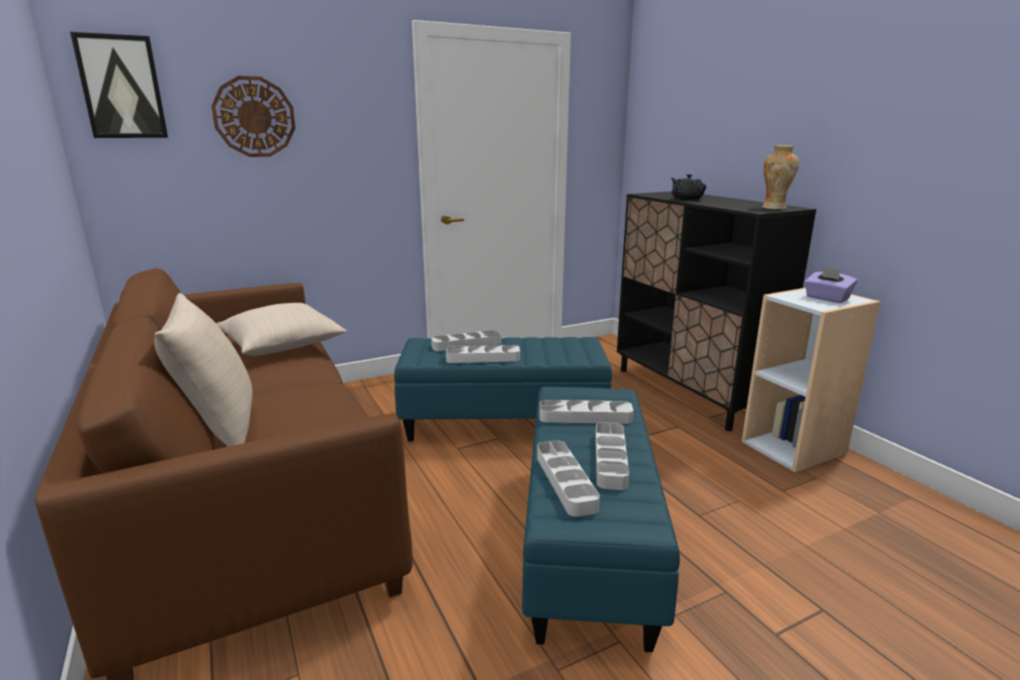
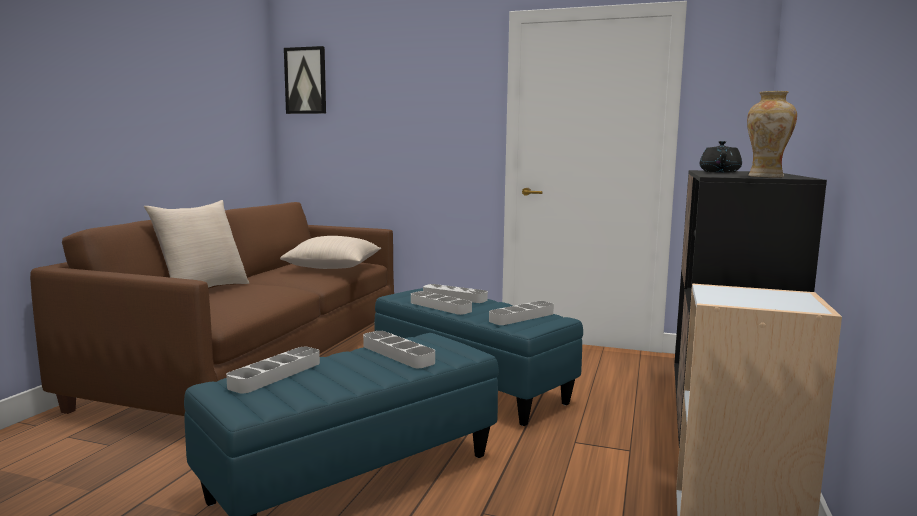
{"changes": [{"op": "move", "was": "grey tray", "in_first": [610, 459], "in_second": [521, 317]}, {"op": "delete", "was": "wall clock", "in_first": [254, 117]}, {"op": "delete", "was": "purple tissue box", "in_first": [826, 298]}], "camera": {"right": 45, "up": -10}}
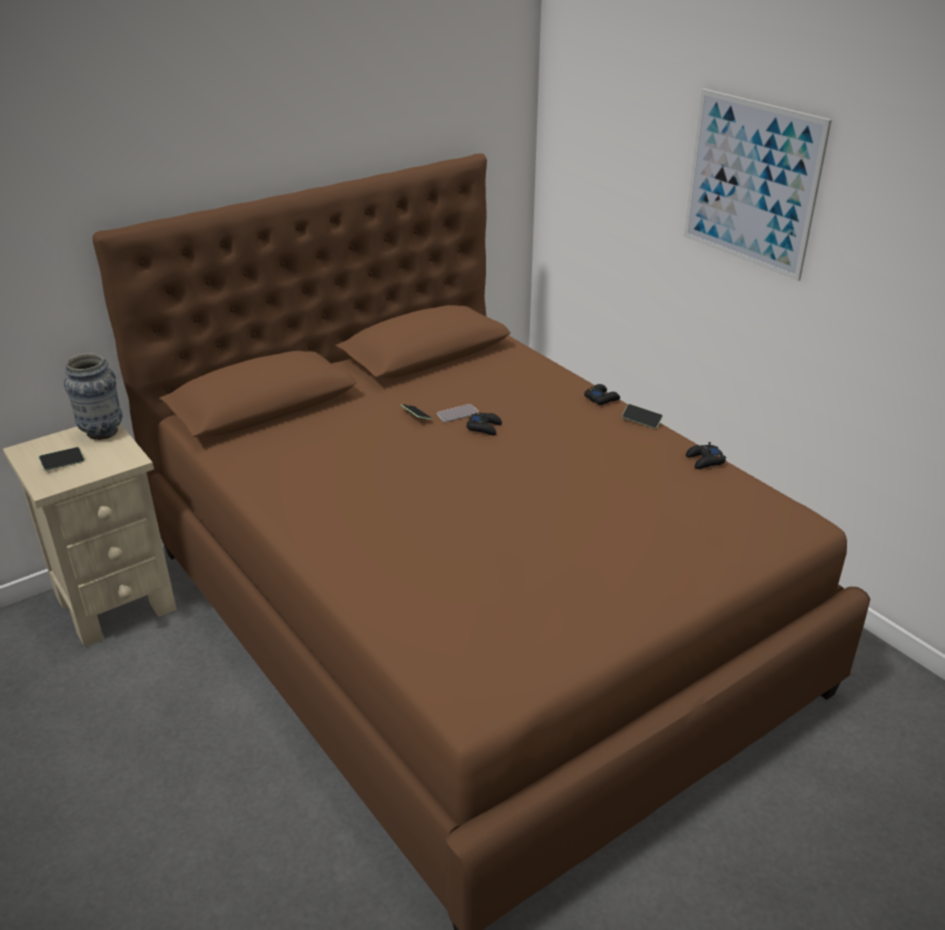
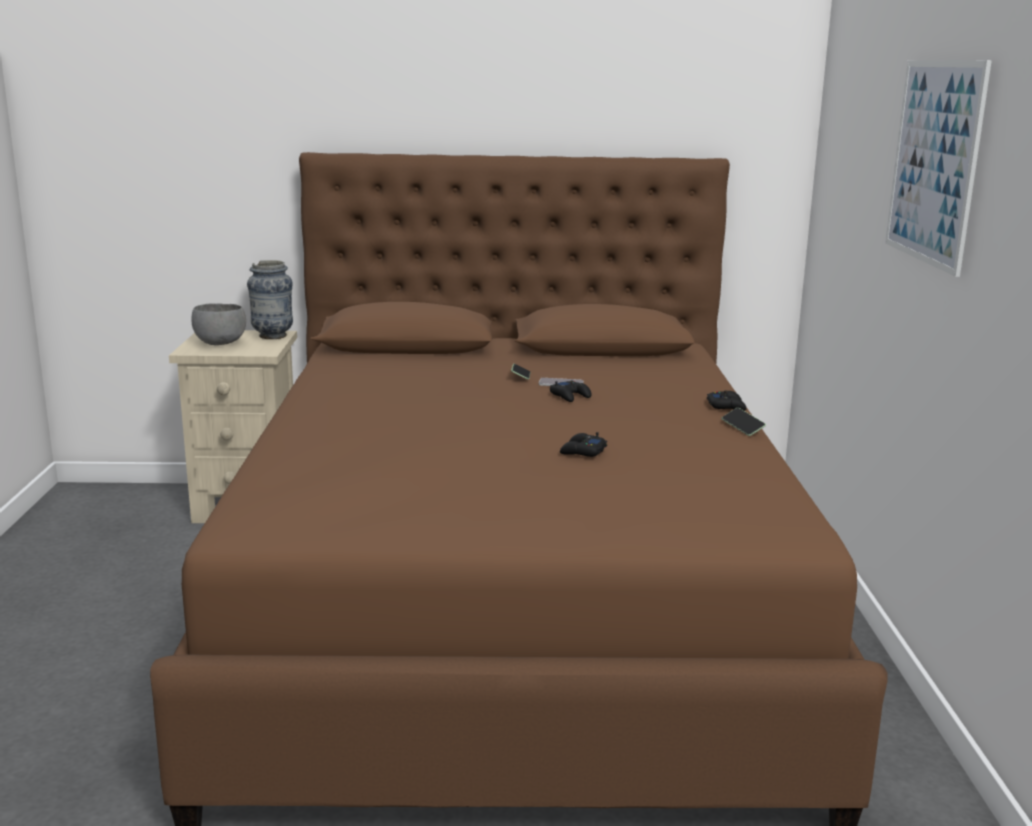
{"changes": [{"op": "replace", "was": "phone", "now": "grey bowl", "in_first": [63, 463], "in_second": [219, 343]}, {"op": "move", "was": "black game controller", "in_first": [704, 461], "in_second": [582, 452]}], "camera": {"right": 35, "up": -15}}
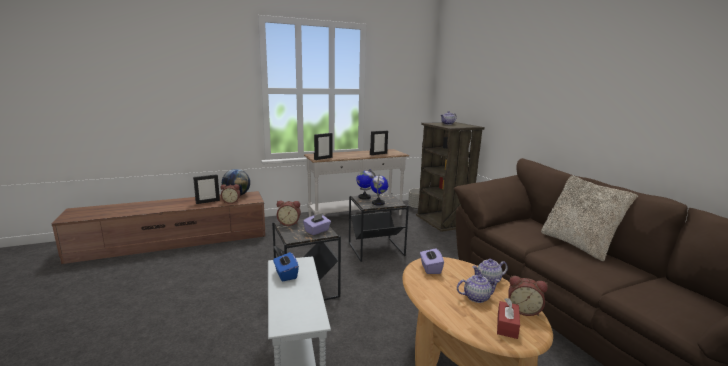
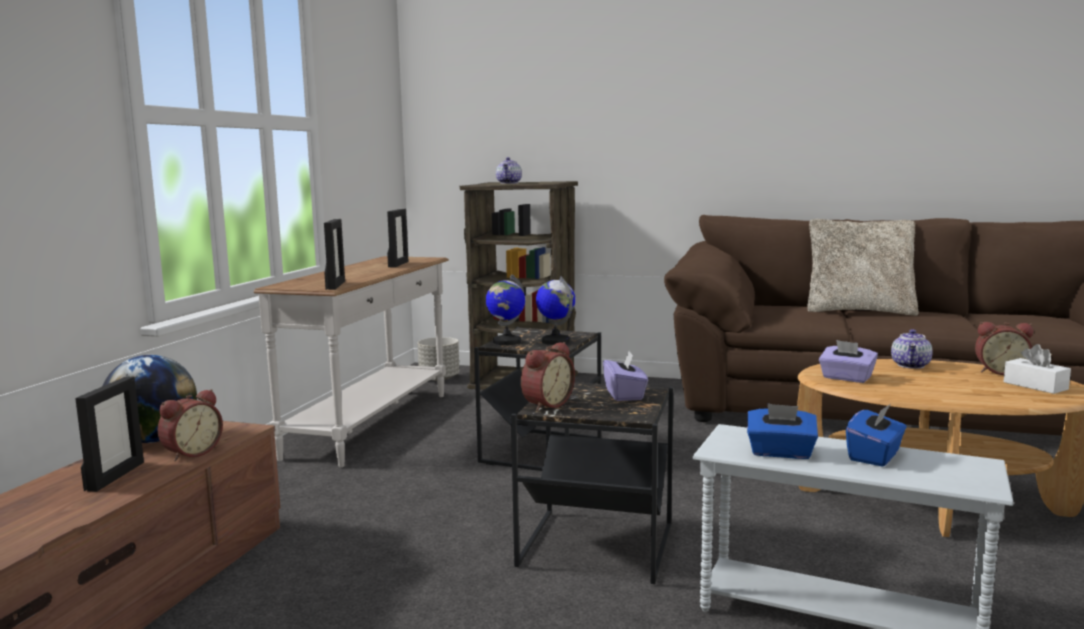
{"changes": [{"op": "insert", "now": "blue tissue box", "in_second": [875, 456]}, {"op": "rotate", "was": "alarm clock", "in_first": [523, 310], "in_second": [1000, 372], "clockwise": 45}, {"op": "recolor", "was": "red tissue box", "now": "white tissue box", "in_first": [507, 325], "in_second": [1035, 386]}, {"op": "delete", "was": "teapot", "in_first": [476, 297]}], "camera": {"right": -50, "up": -5}}
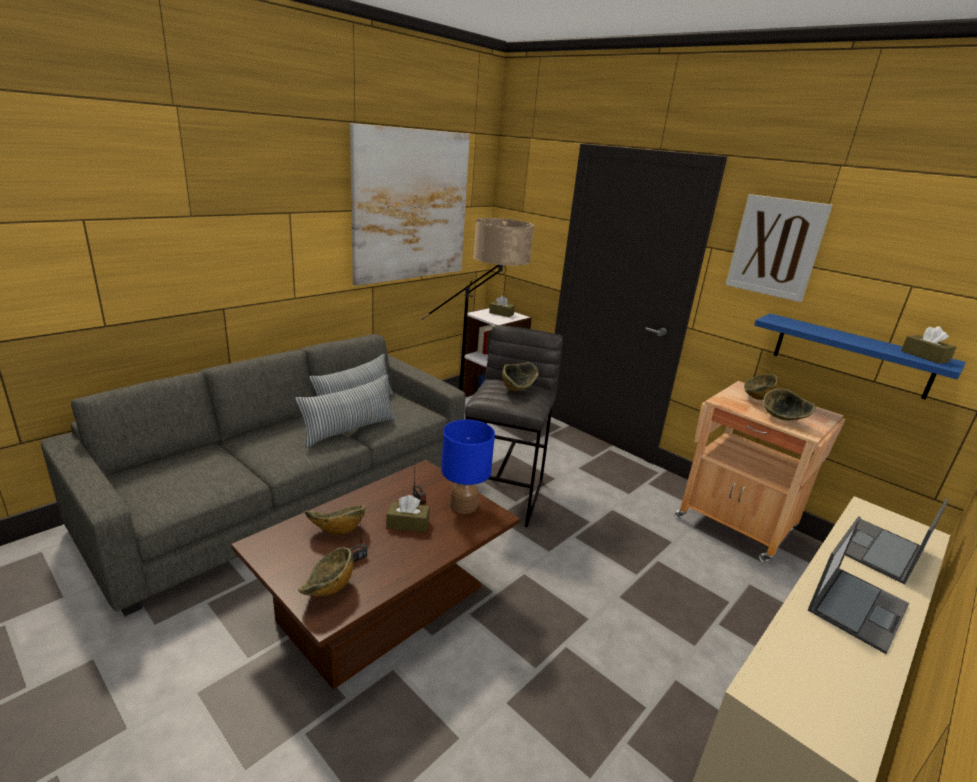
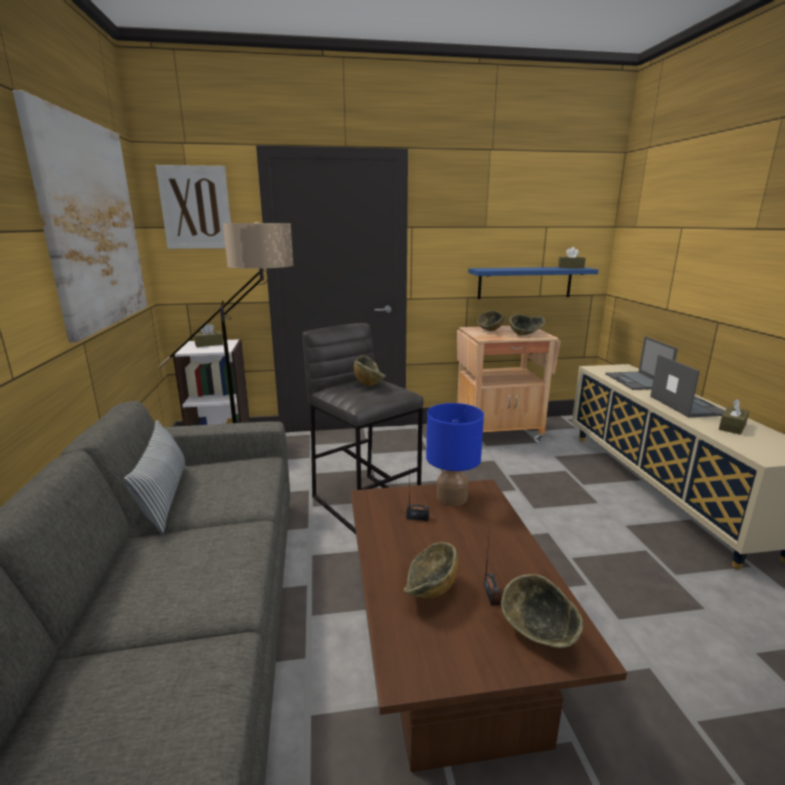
{"changes": [{"op": "move", "was": "picture", "in_first": [775, 247], "in_second": [196, 208]}, {"op": "move", "was": "brown tissue box", "in_first": [408, 524], "in_second": [732, 427]}, {"op": "delete", "was": "pillow", "in_first": [349, 429]}], "camera": {"right": -50, "up": -5}}
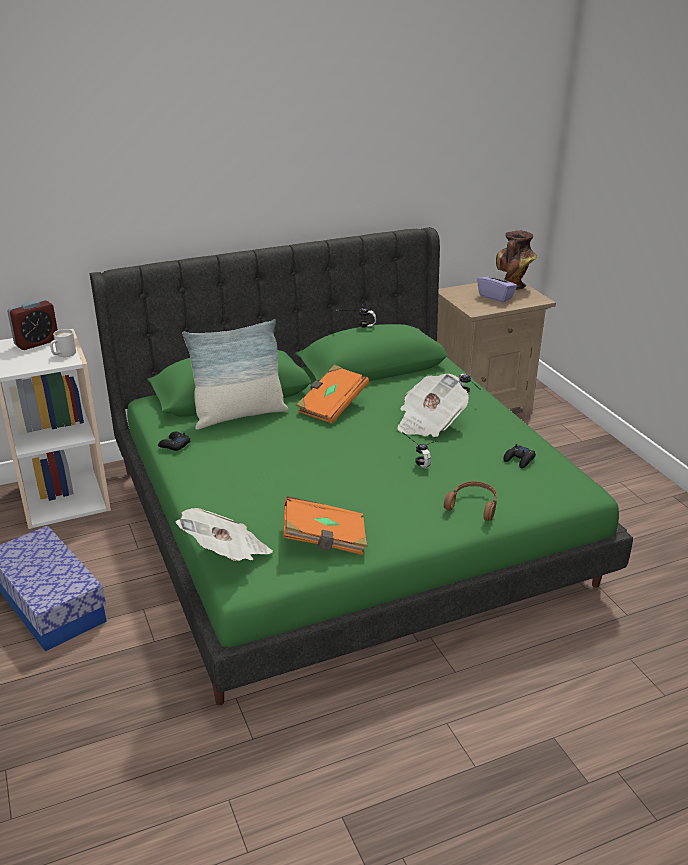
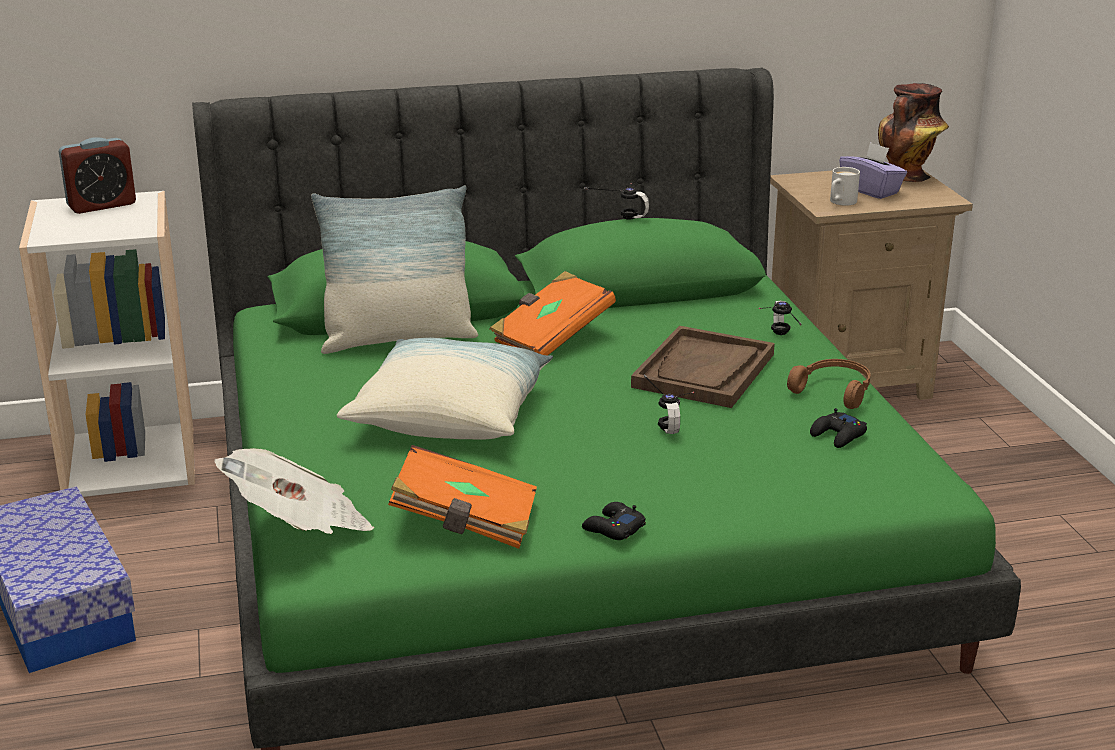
{"changes": [{"op": "insert", "now": "pillow", "in_second": [450, 415]}, {"op": "move", "was": "black game controller", "in_first": [174, 445], "in_second": [613, 528]}, {"op": "replace", "was": "newspaper", "now": "brown tray", "in_first": [429, 422], "in_second": [704, 371]}, {"op": "move", "was": "brown headphones", "in_first": [473, 505], "in_second": [834, 391]}, {"op": "move", "was": "white mug", "in_first": [63, 354], "in_second": [840, 202]}], "camera": {"right": 10, "up": -5}}
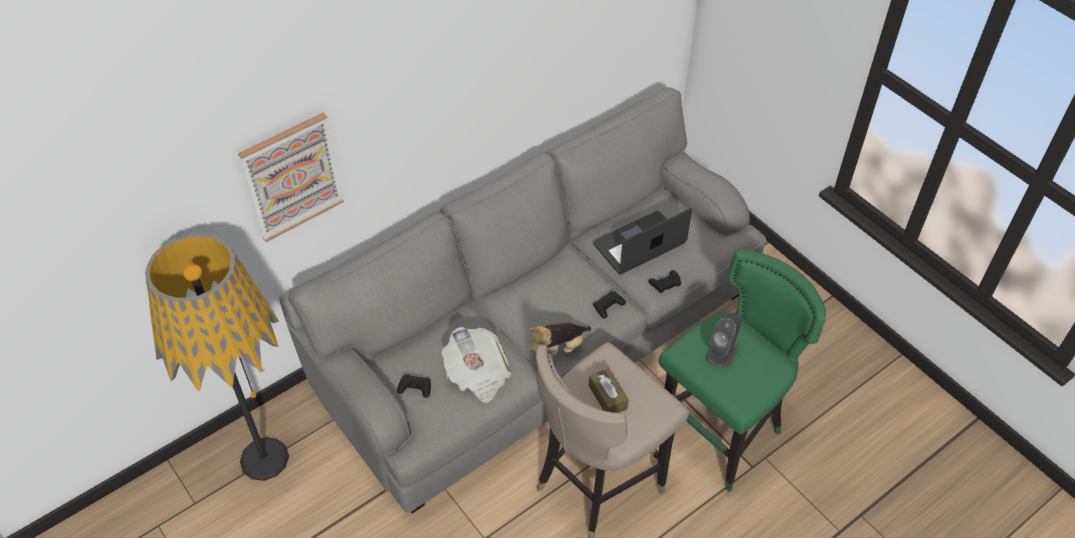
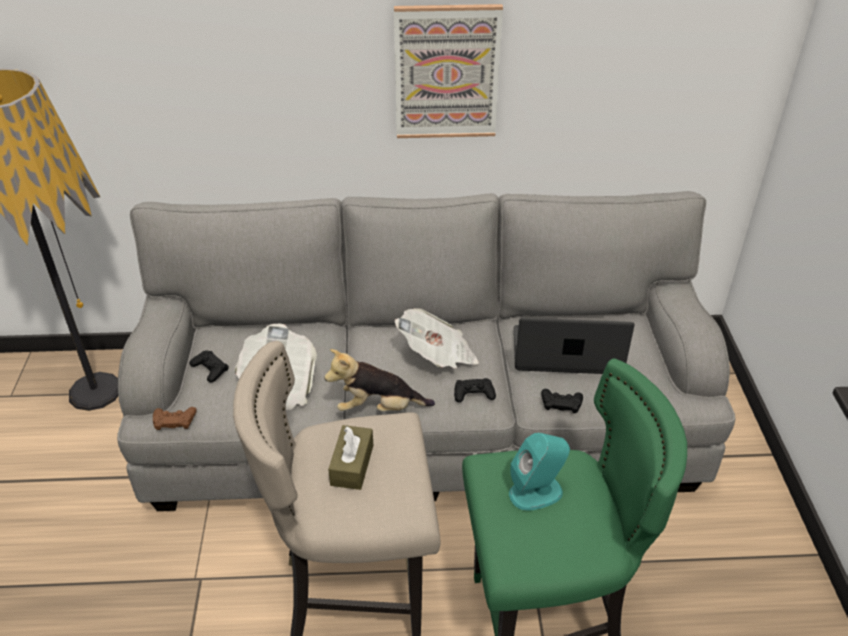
{"changes": [{"op": "insert", "now": "brown game controller", "in_second": [174, 420]}, {"op": "move", "was": "picture", "in_first": [292, 177], "in_second": [446, 72]}, {"op": "insert", "now": "newspaper", "in_second": [437, 356]}, {"op": "recolor", "was": "grey speaker", "now": "turquoise speaker", "in_first": [722, 352], "in_second": [536, 492]}], "camera": {"right": 35, "up": -10}}
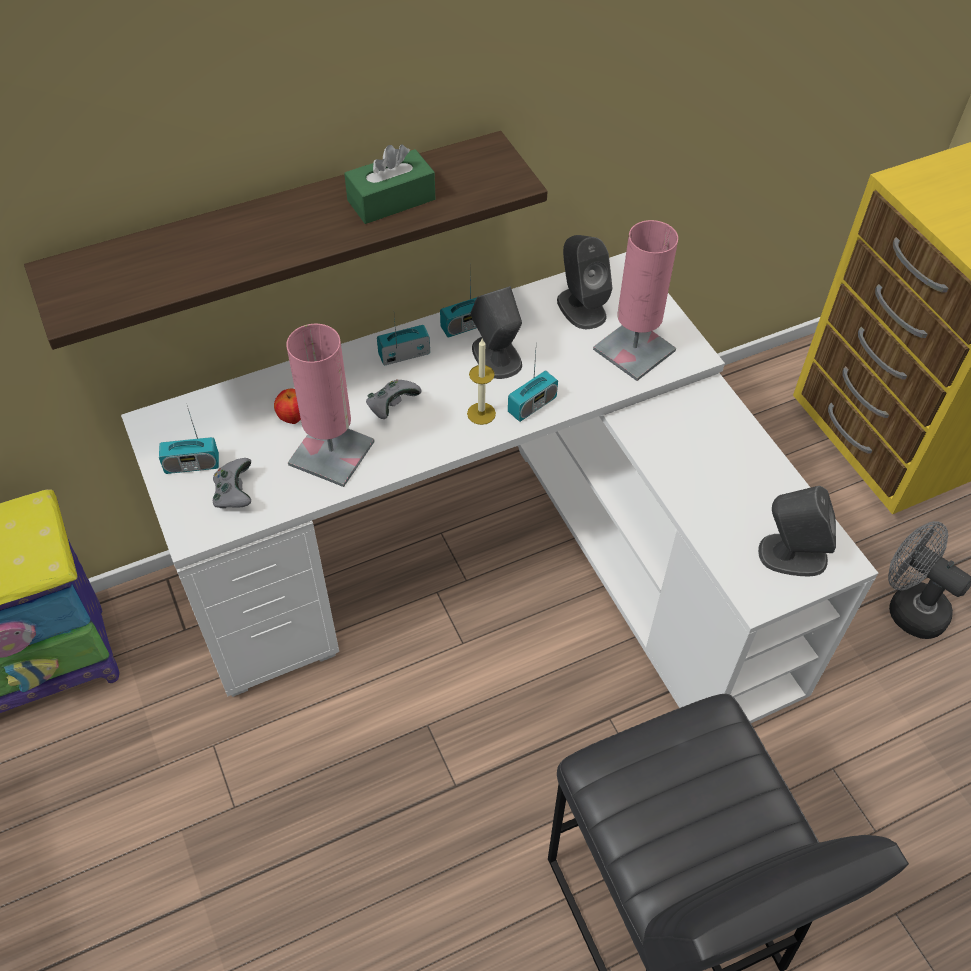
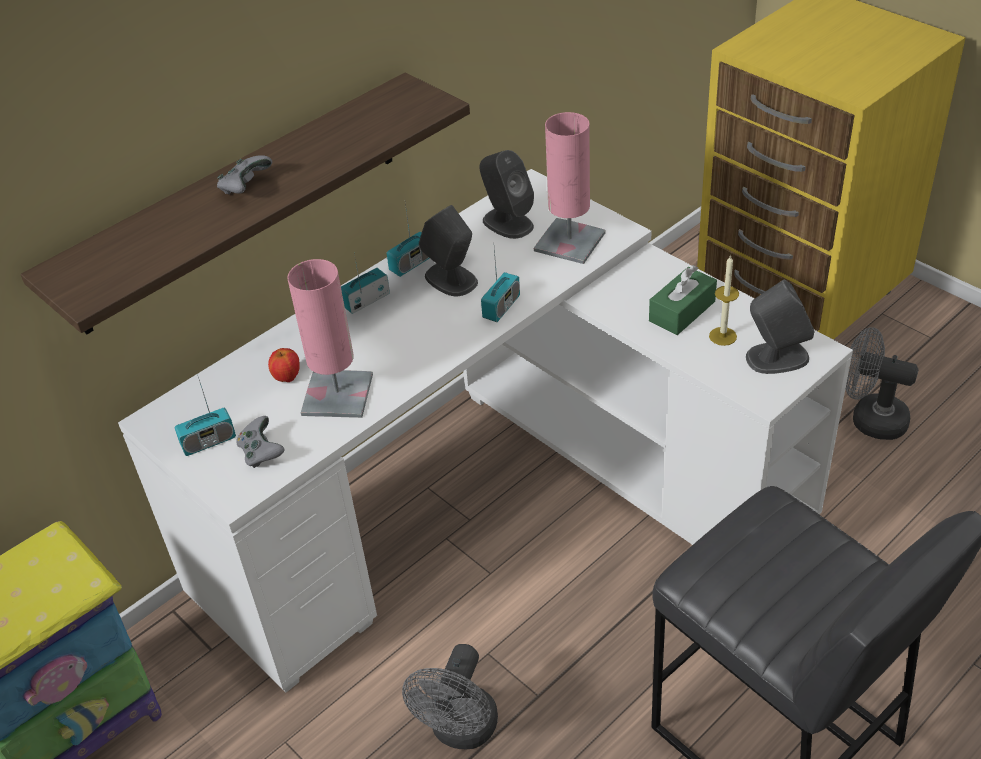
{"changes": [{"op": "move", "was": "grey game controller", "in_first": [392, 406], "in_second": [245, 187]}, {"op": "insert", "now": "grey fan", "in_second": [461, 731]}, {"op": "move", "was": "green tissue box", "in_first": [391, 200], "in_second": [682, 311]}, {"op": "move", "was": "candle", "in_first": [481, 413], "in_second": [723, 336]}], "camera": {"right": -15, "up": -10}}
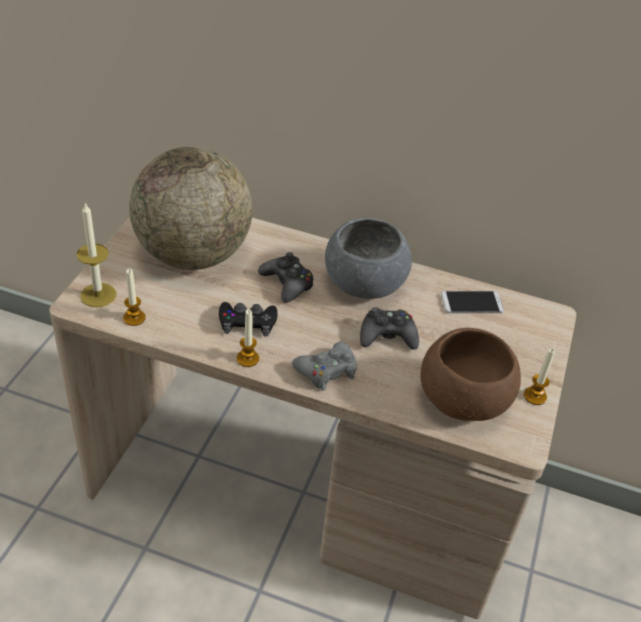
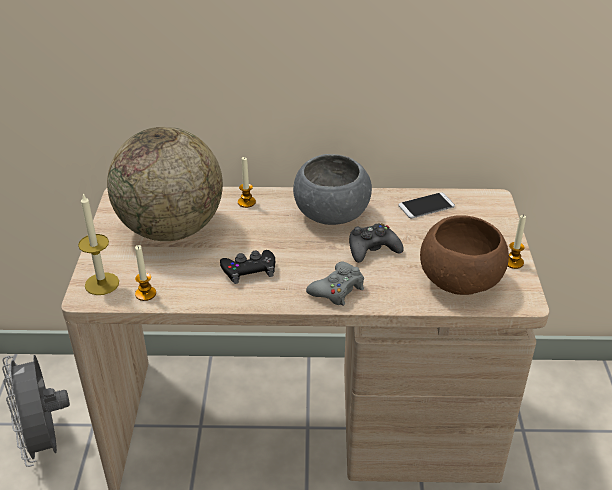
{"changes": [{"op": "insert", "now": "grey fan", "in_second": [46, 442]}, {"op": "move", "was": "candle", "in_first": [247, 358], "in_second": [246, 202]}, {"op": "delete", "was": "black game controller", "in_first": [287, 283]}], "camera": {"right": -15, "up": -5}}
